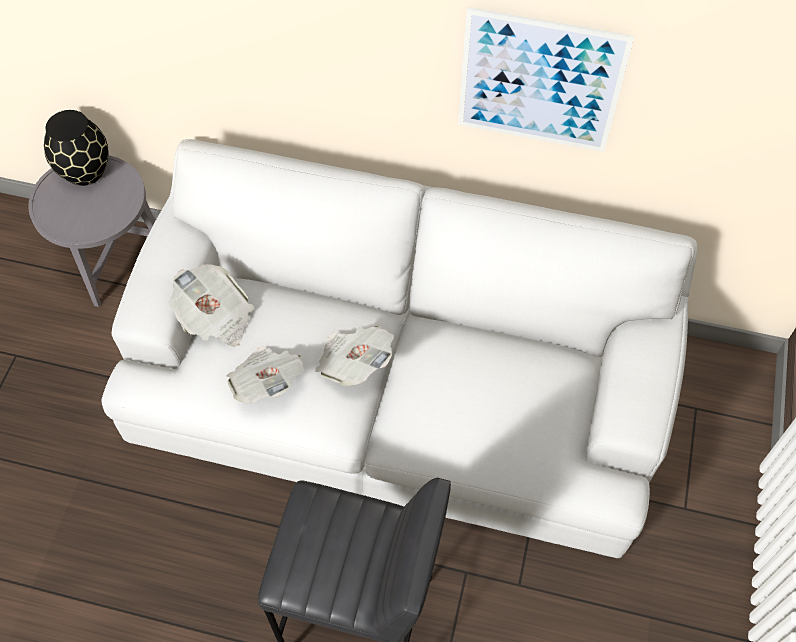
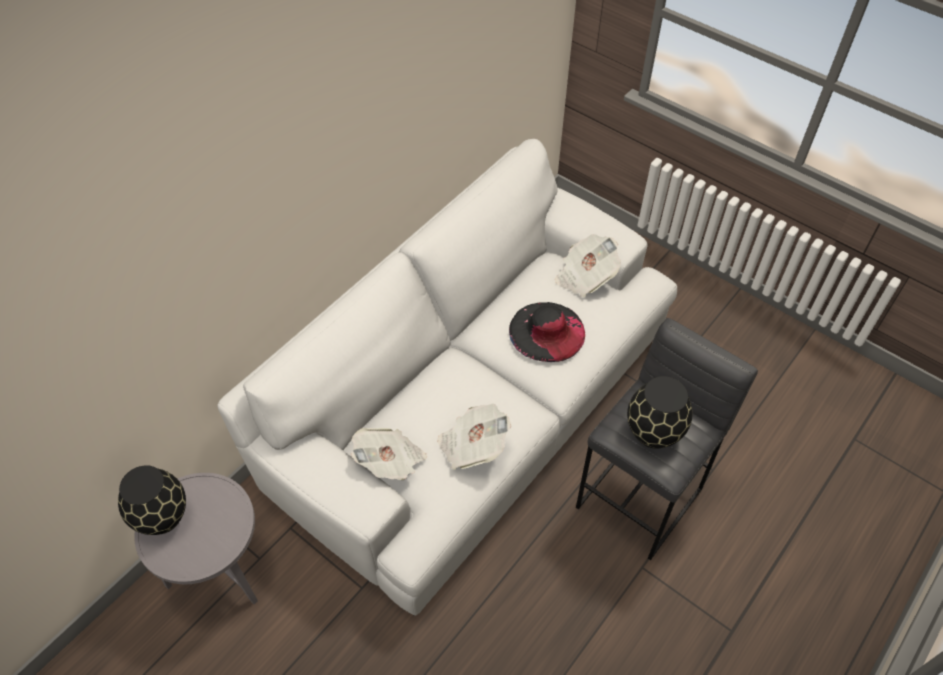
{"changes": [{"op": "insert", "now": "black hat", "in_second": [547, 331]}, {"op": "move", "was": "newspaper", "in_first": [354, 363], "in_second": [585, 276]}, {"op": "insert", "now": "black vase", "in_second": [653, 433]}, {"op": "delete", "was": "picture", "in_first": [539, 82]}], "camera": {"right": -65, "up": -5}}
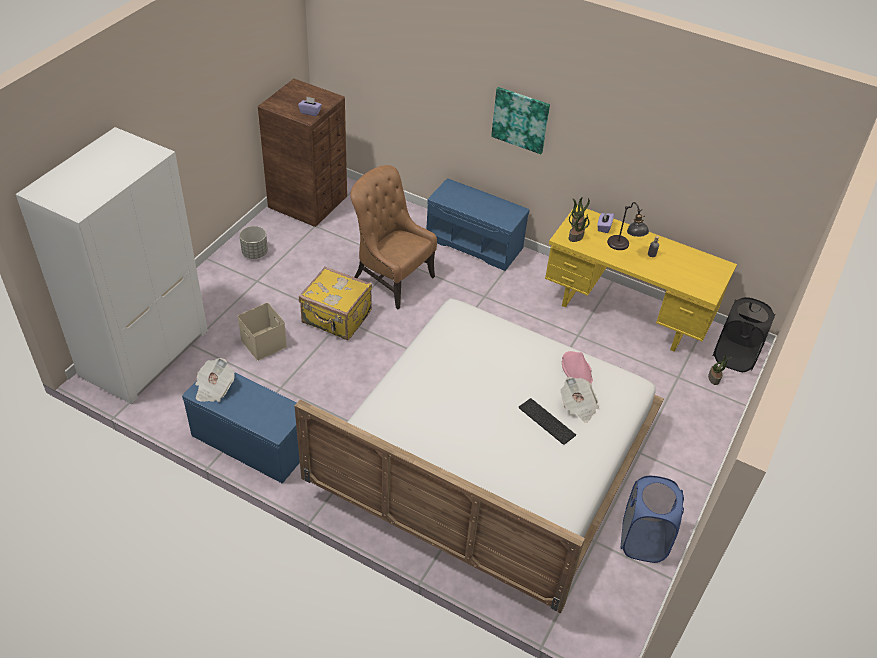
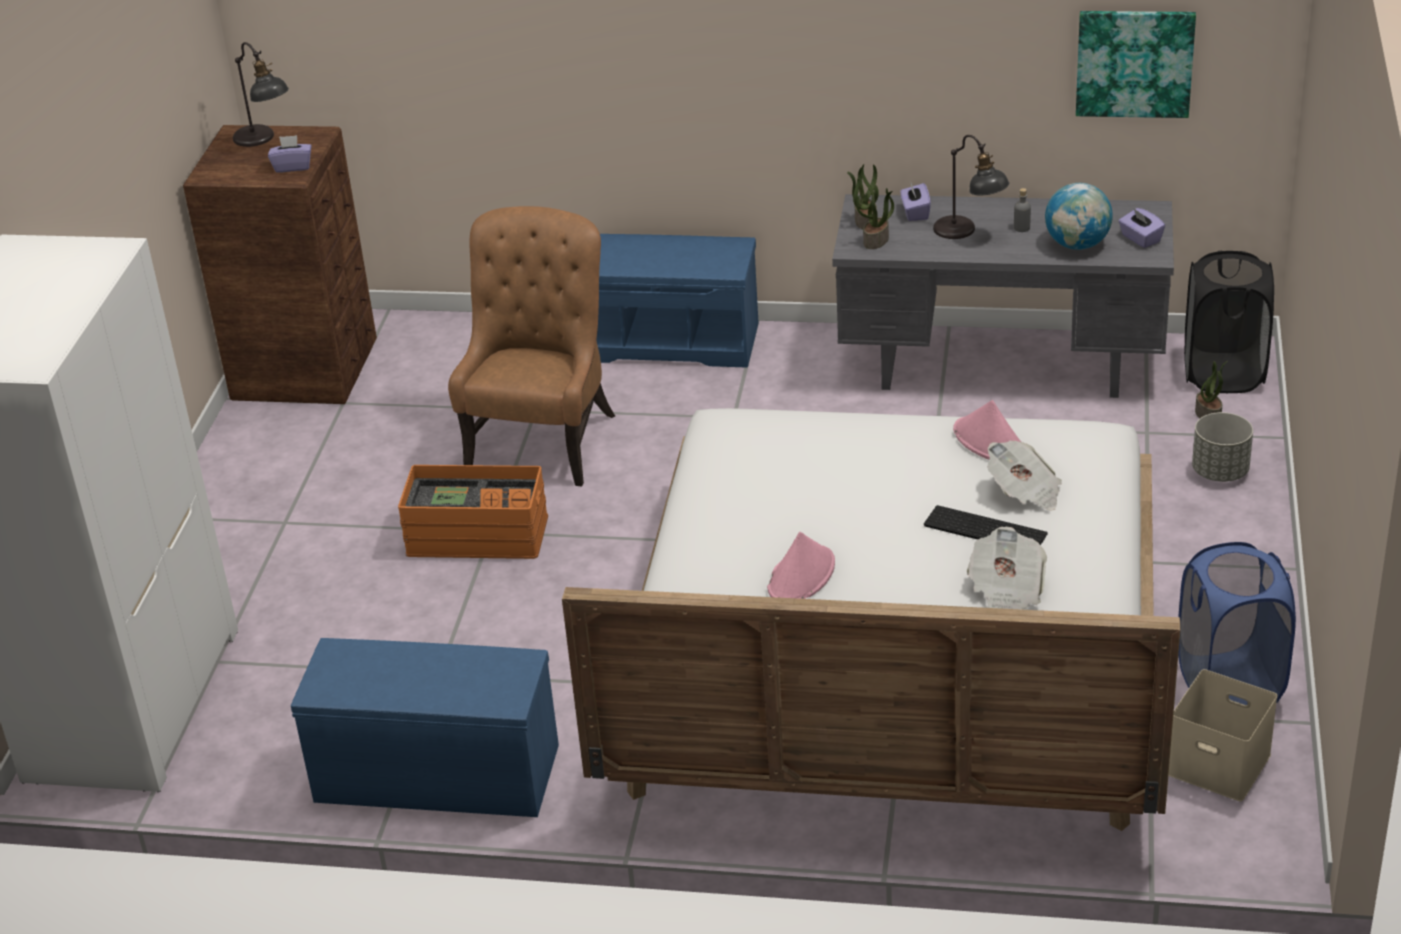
{"changes": [{"op": "insert", "now": "grey table lamp", "in_second": [266, 141]}, {"op": "replace", "was": "yellow suitcase", "now": "orange storage box", "in_first": [336, 318], "in_second": [478, 534]}, {"op": "rotate", "was": "brown chair", "in_first": [391, 279], "in_second": [543, 442], "clockwise": 90}, {"op": "insert", "now": "pink hat", "in_second": [801, 576]}, {"op": "recolor", "was": "yellow desk", "now": "grey desk", "in_first": [626, 313], "in_second": [1003, 366]}, {"op": "move", "was": "newspaper", "in_first": [214, 388], "in_second": [1006, 590]}, {"op": "insert", "now": "globe", "in_second": [1077, 245]}, {"op": "move", "was": "picture", "in_first": [520, 119], "in_second": [1134, 62]}, {"op": "insert", "now": "purple tissue box", "in_second": [1140, 239]}, {"op": "move", "was": "beige storage box", "in_first": [265, 343], "in_second": [1221, 763]}, {"op": "move", "was": "grey planter", "in_first": [255, 253], "in_second": [1220, 472]}], "camera": {"right": -15, "up": -10}}
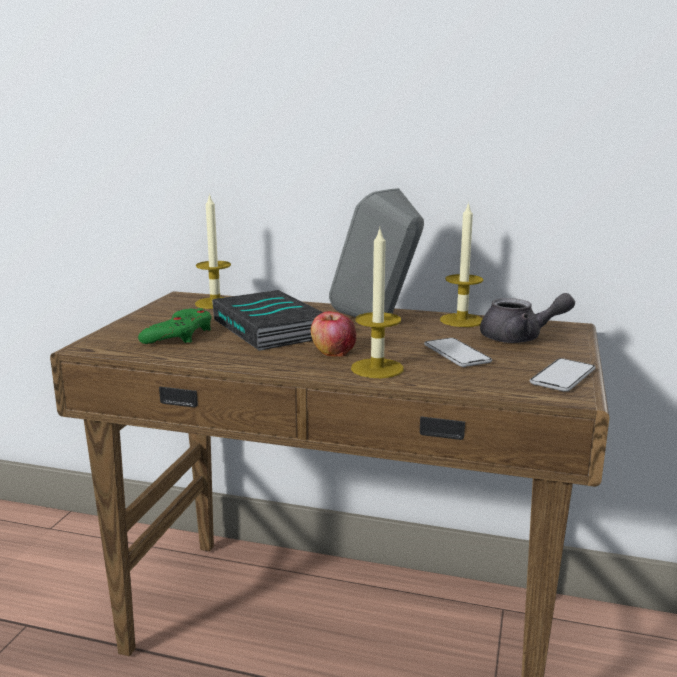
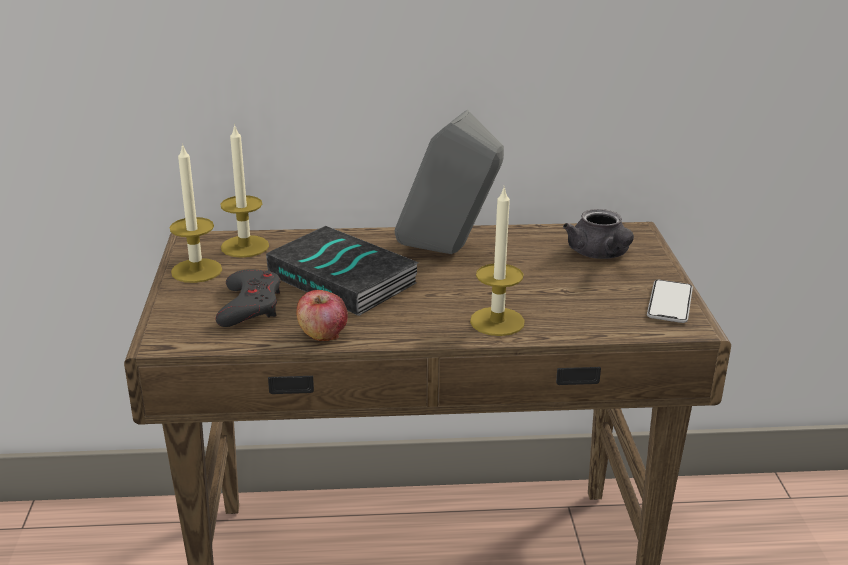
{"changes": [{"op": "move", "was": "candle", "in_first": [461, 320], "in_second": [196, 270]}, {"op": "recolor", "was": "green game controller", "now": "grey game controller", "in_first": [179, 334], "in_second": [250, 305]}, {"op": "move", "was": "apple", "in_first": [333, 352], "in_second": [322, 333]}, {"op": "rotate", "was": "grey teapot", "in_first": [520, 338], "in_second": [600, 254], "clockwise": 90}, {"op": "delete", "was": "phone", "in_first": [457, 354]}], "camera": {"right": -20, "up": 10}}
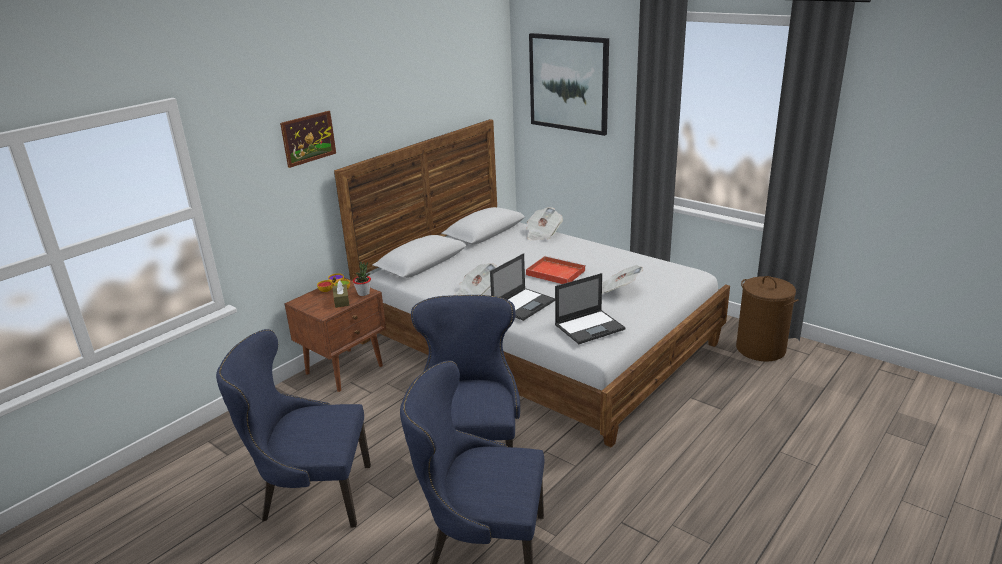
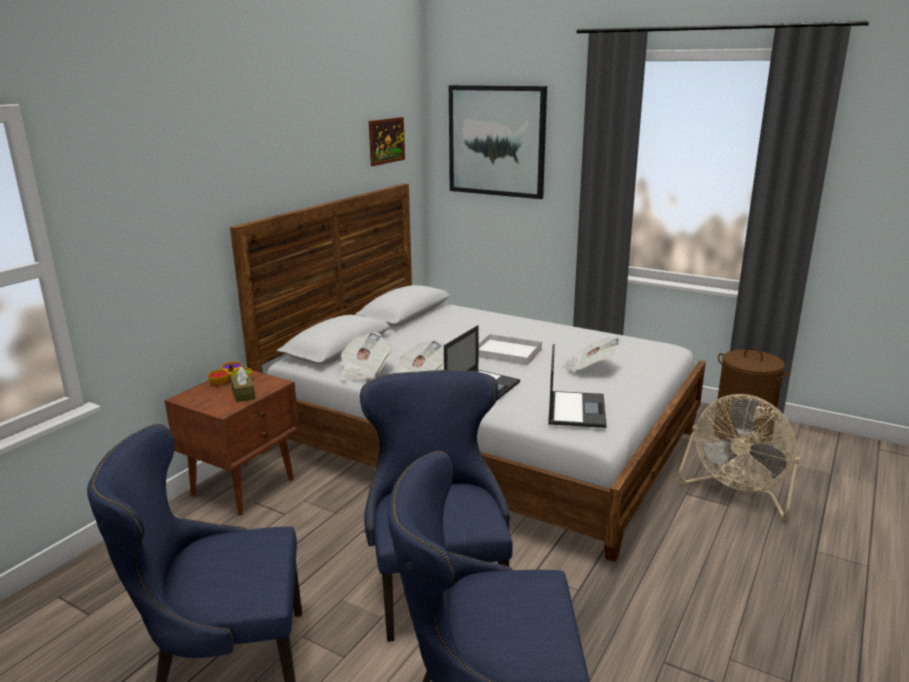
{"changes": [{"op": "move", "was": "newspaper", "in_first": [542, 234], "in_second": [364, 371]}, {"op": "move", "was": "picture", "in_first": [308, 138], "in_second": [386, 141]}, {"op": "recolor", "was": "red tray", "now": "white tray", "in_first": [554, 273], "in_second": [506, 352]}, {"op": "rotate", "was": "laptop", "in_first": [590, 327], "in_second": [576, 409], "clockwise": -45}, {"op": "insert", "now": "beige fan", "in_second": [735, 491]}, {"op": "delete", "was": "potted plant", "in_first": [363, 293]}], "camera": {"right": -10, "up": -5}}
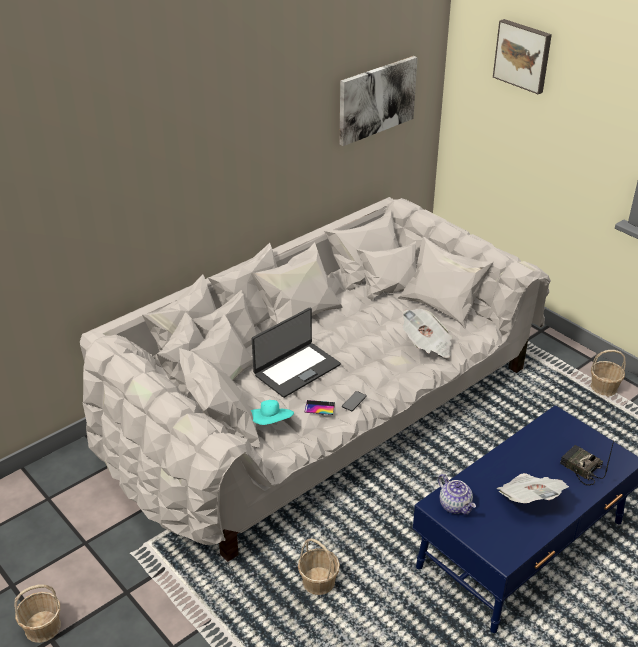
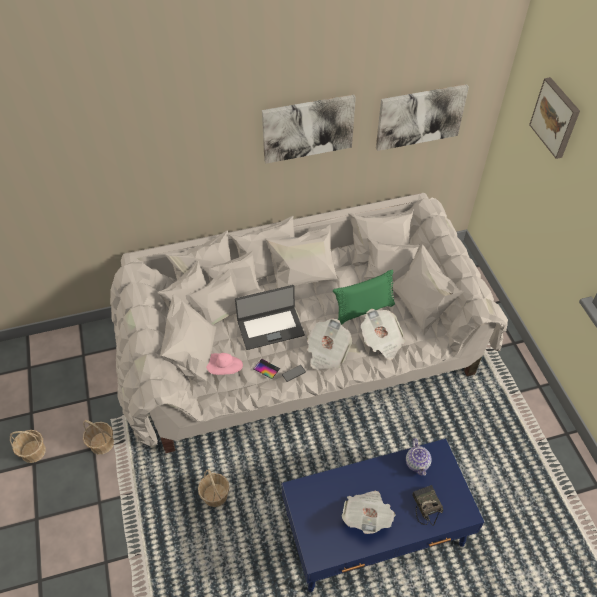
{"changes": [{"op": "move", "was": "basket", "in_first": [604, 388], "in_second": [102, 443]}, {"op": "recolor", "was": "turquoise hat", "now": "pink hat", "in_first": [270, 423], "in_second": [225, 369]}, {"op": "insert", "now": "picture", "in_second": [308, 128]}, {"op": "insert", "now": "newspaper", "in_second": [327, 352]}, {"op": "insert", "now": "green pillow", "in_second": [363, 310]}, {"op": "move", "was": "teapot", "in_first": [455, 505], "in_second": [417, 463]}], "camera": {"right": 25, "up": 15}}
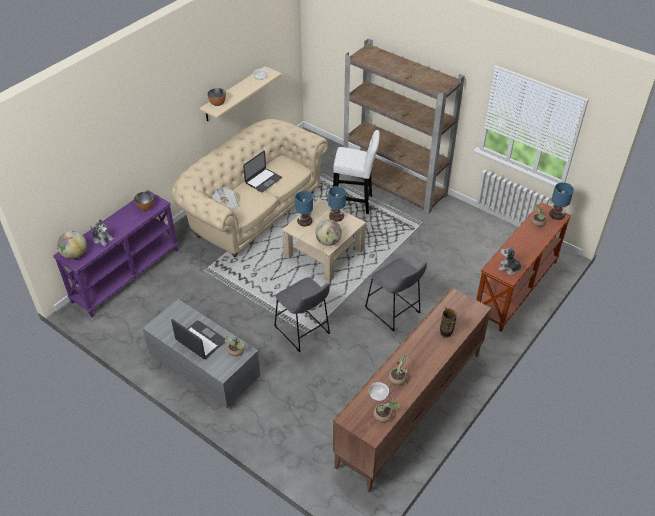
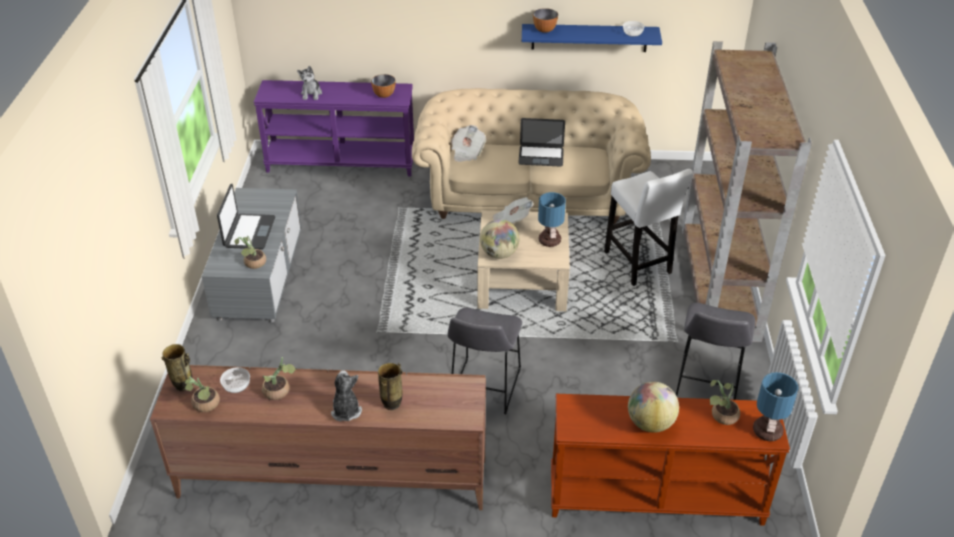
{"changes": [{"op": "insert", "now": "vase", "in_second": [183, 385]}, {"op": "move", "was": "plush toy", "in_first": [509, 268], "in_second": [346, 411]}, {"op": "replace", "was": "table lamp", "now": "newspaper", "in_first": [304, 222], "in_second": [512, 220]}, {"op": "recolor", "was": "beige shelf", "now": "blue shelf", "in_first": [234, 94], "in_second": [589, 37]}, {"op": "move", "was": "globe", "in_first": [75, 254], "in_second": [650, 423]}, {"op": "move", "was": "grey stool", "in_first": [303, 332], "in_second": [706, 384]}], "camera": {"right": 55, "up": -5}}
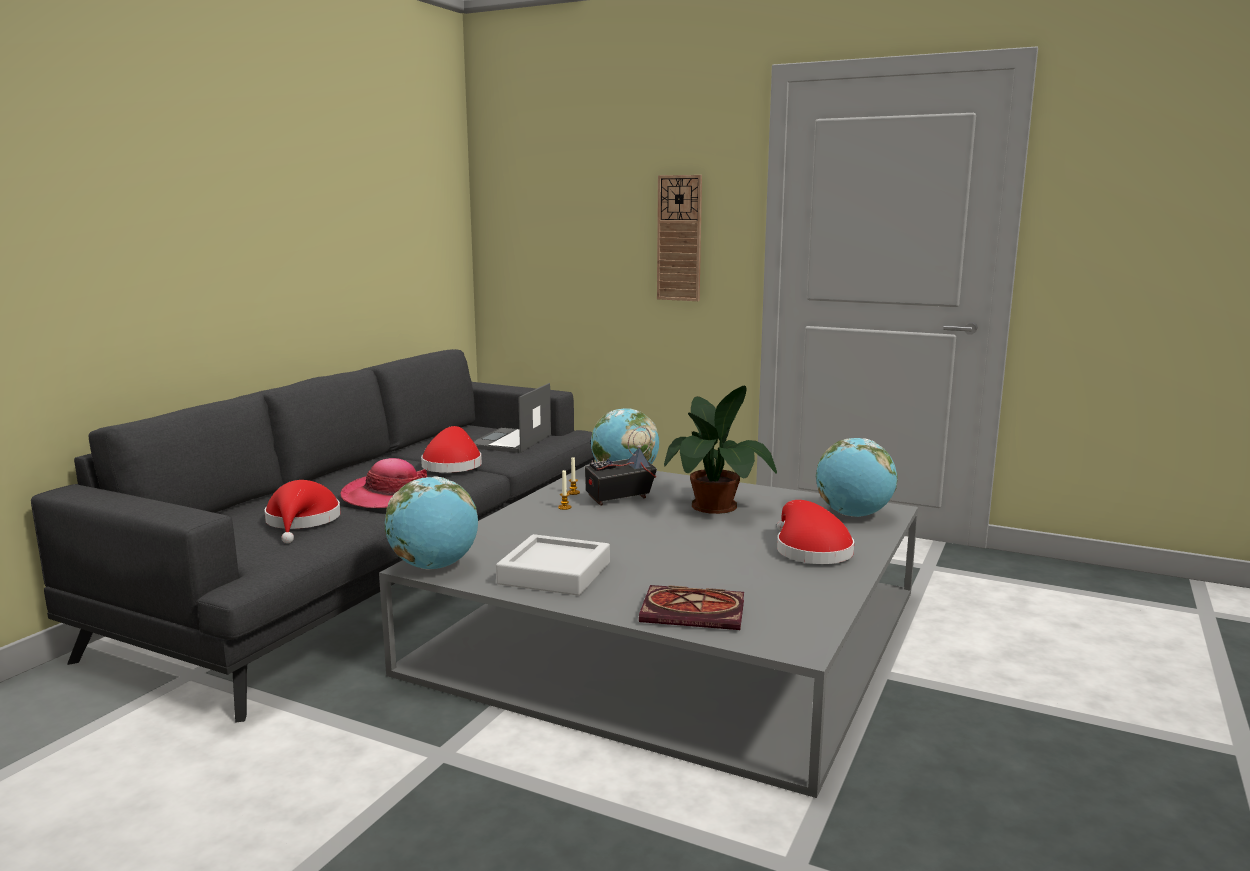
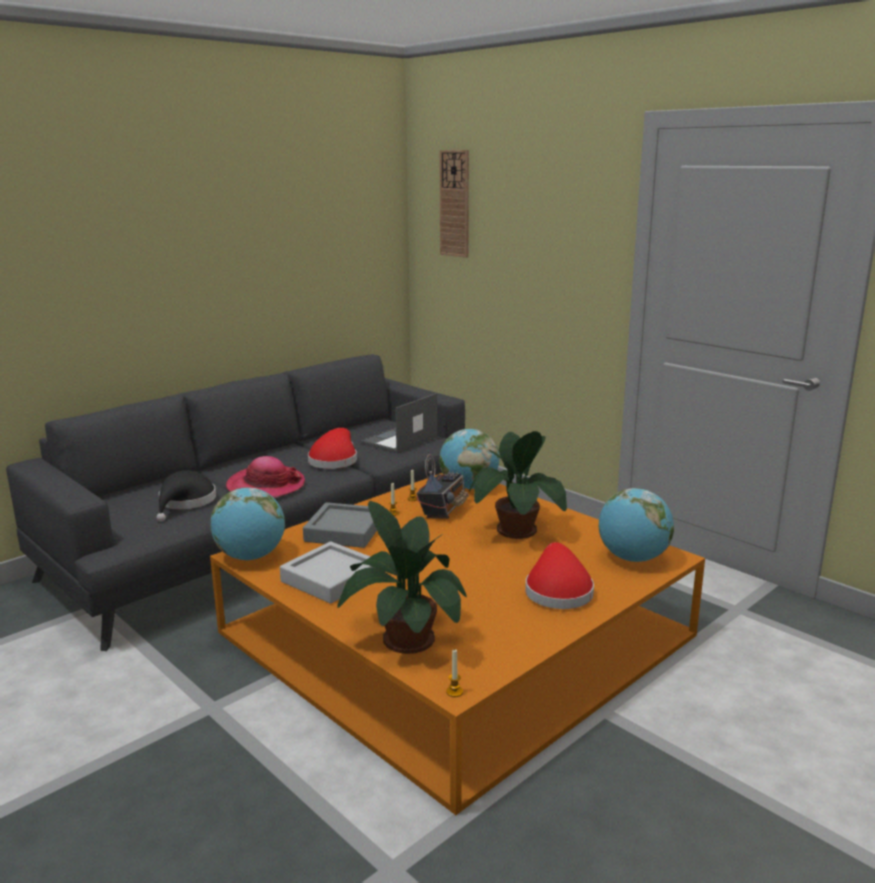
{"changes": [{"op": "recolor", "was": "red hat", "now": "black hat", "in_first": [302, 522], "in_second": [185, 503]}, {"op": "recolor", "was": "grey coffee table", "now": "orange coffee table", "in_first": [672, 630], "in_second": [455, 633]}, {"op": "insert", "now": "grey tray", "in_second": [344, 531]}, {"op": "replace", "was": "book", "now": "potted plant", "in_first": [695, 612], "in_second": [405, 636]}, {"op": "rotate", "was": "radio", "in_first": [618, 499], "in_second": [443, 510], "clockwise": 120}, {"op": "move", "was": "wall clock", "in_first": [679, 238], "in_second": [455, 204]}, {"op": "insert", "now": "candle", "in_second": [454, 692]}], "camera": {"right": 20, "up": 5}}
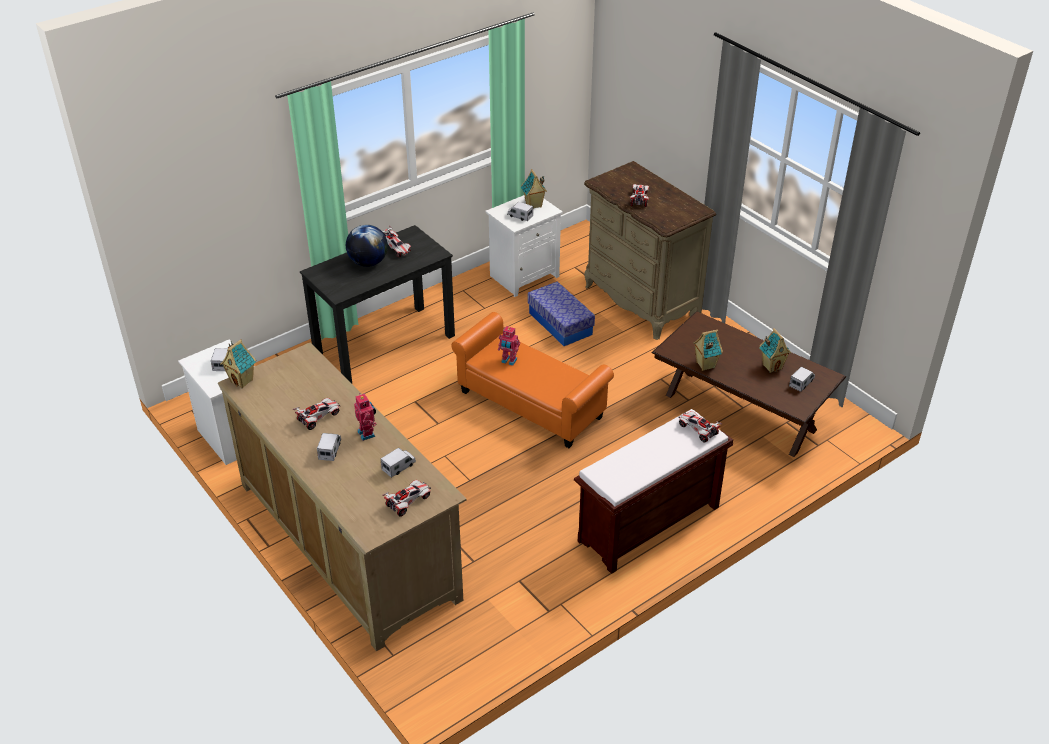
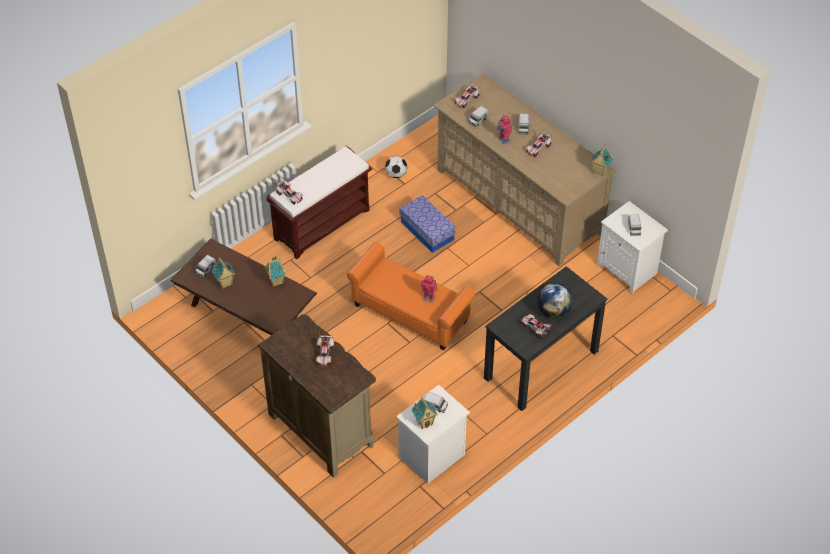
{"changes": [{"op": "insert", "now": "football", "in_second": [396, 174]}, {"op": "move", "was": "storage box", "in_first": [560, 323], "in_second": [427, 230]}], "camera": {"right": 175, "up": 10}}
